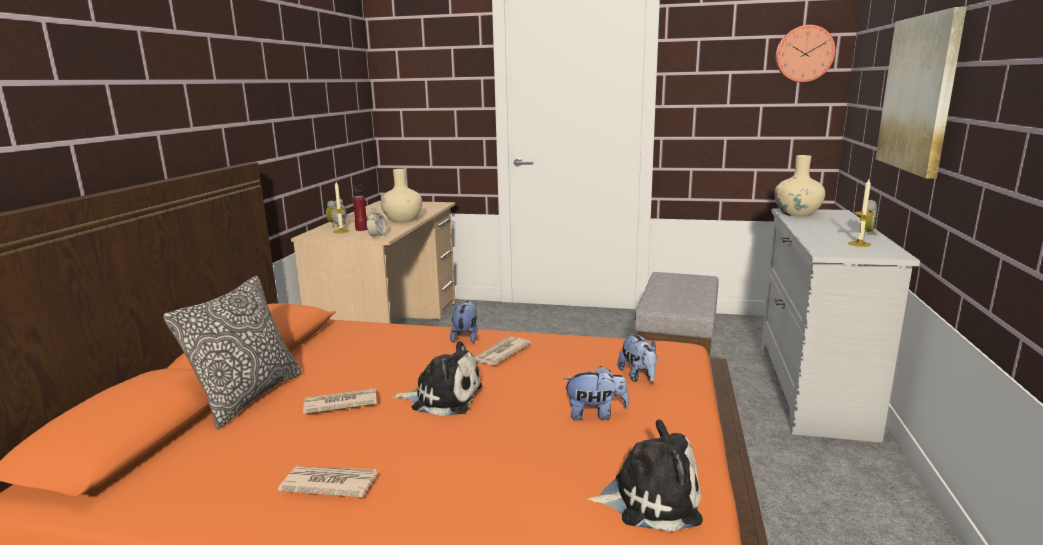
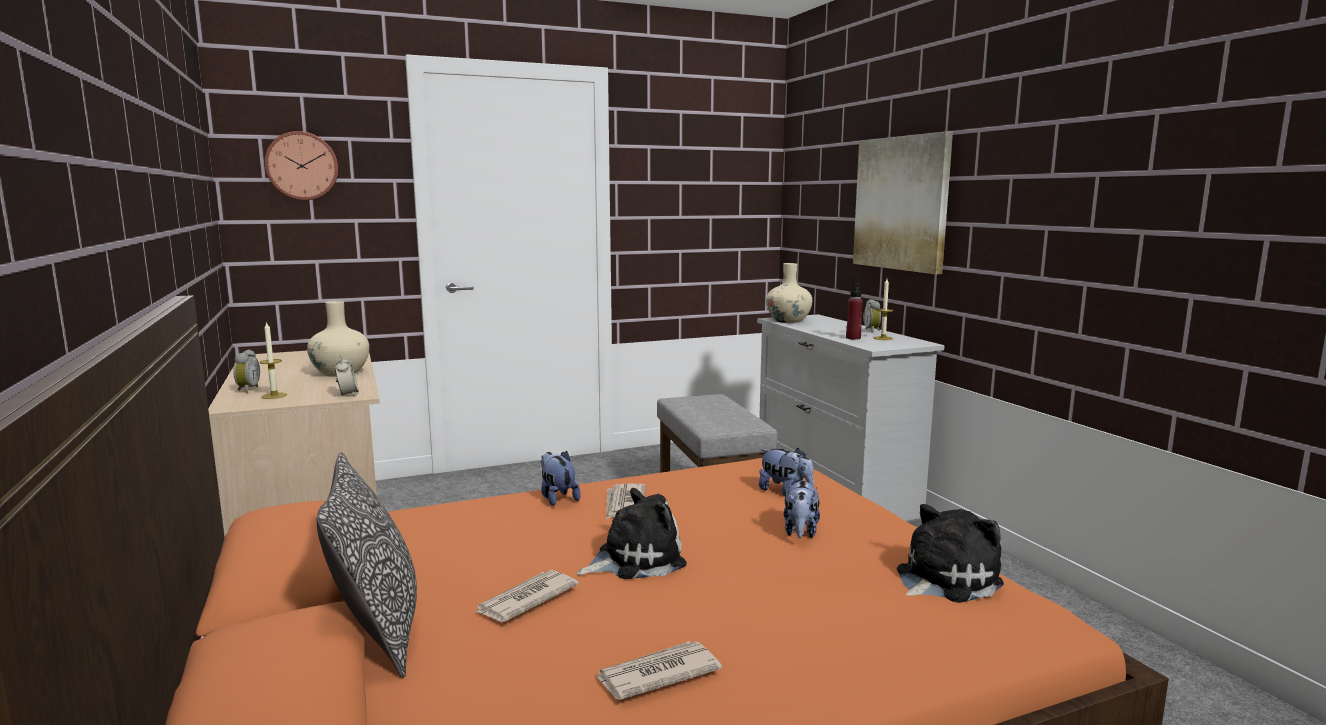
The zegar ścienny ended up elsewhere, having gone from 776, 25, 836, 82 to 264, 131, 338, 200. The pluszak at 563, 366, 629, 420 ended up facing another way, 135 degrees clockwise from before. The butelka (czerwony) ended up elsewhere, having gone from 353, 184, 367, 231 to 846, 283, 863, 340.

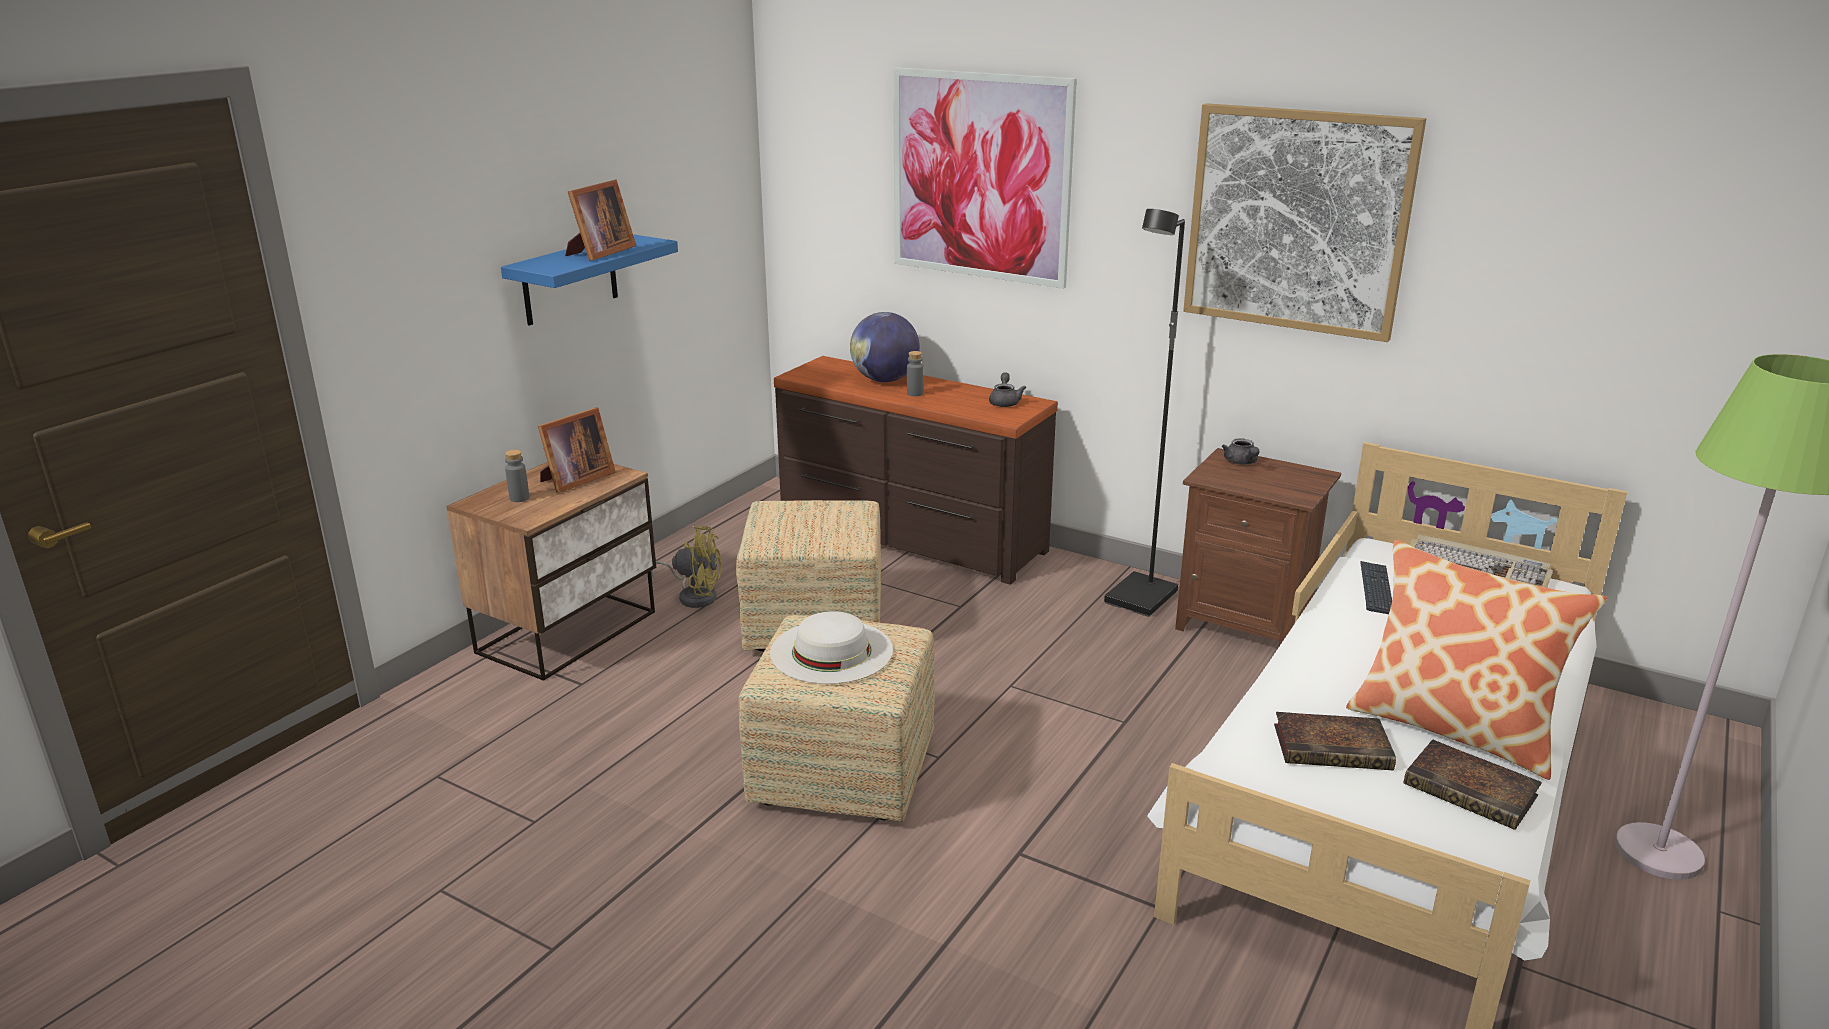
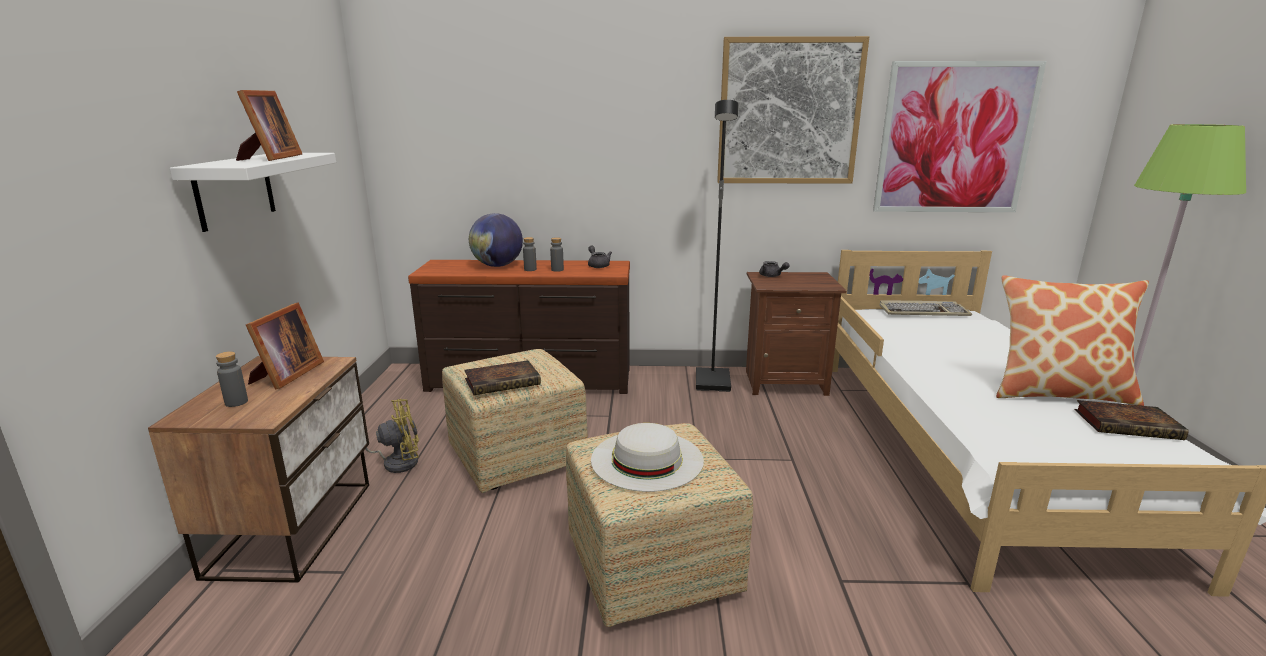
What was the półka (niebieski) at 501, 234, 678, 326 turned into the półka (biały) at 170, 153, 336, 232. The książka ended up elsewhere, having gone from 1274, 712, 1396, 770 to 464, 360, 541, 395. The second view gained the butelka (szary) at 550, 237, 564, 272. The obraz ended up elsewhere, having gone from 893, 68, 1077, 289 to 873, 61, 1046, 212. The second view lost the klawiatura at 1360, 561, 1392, 614.

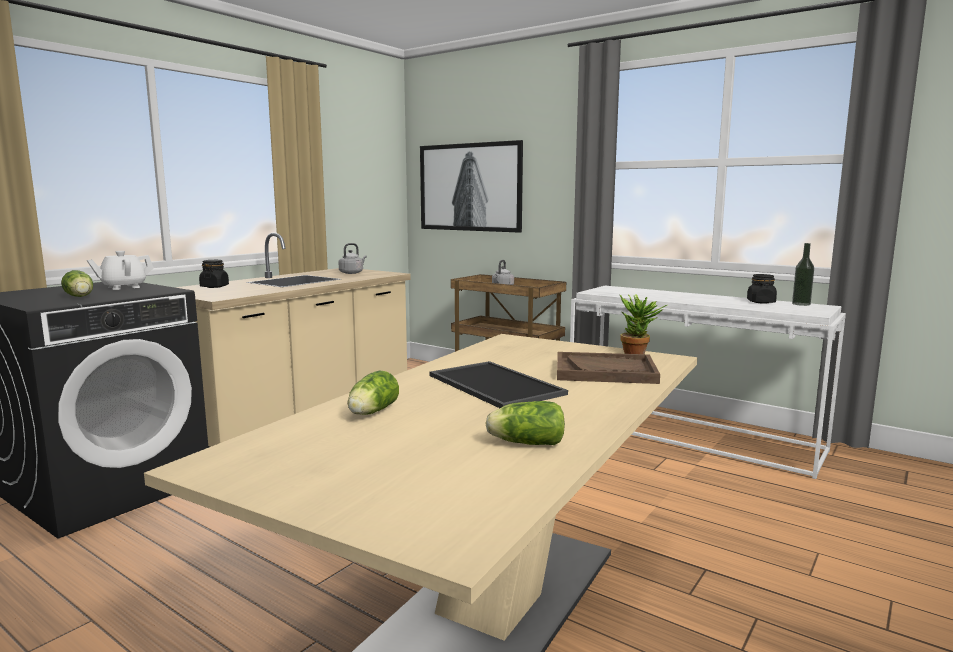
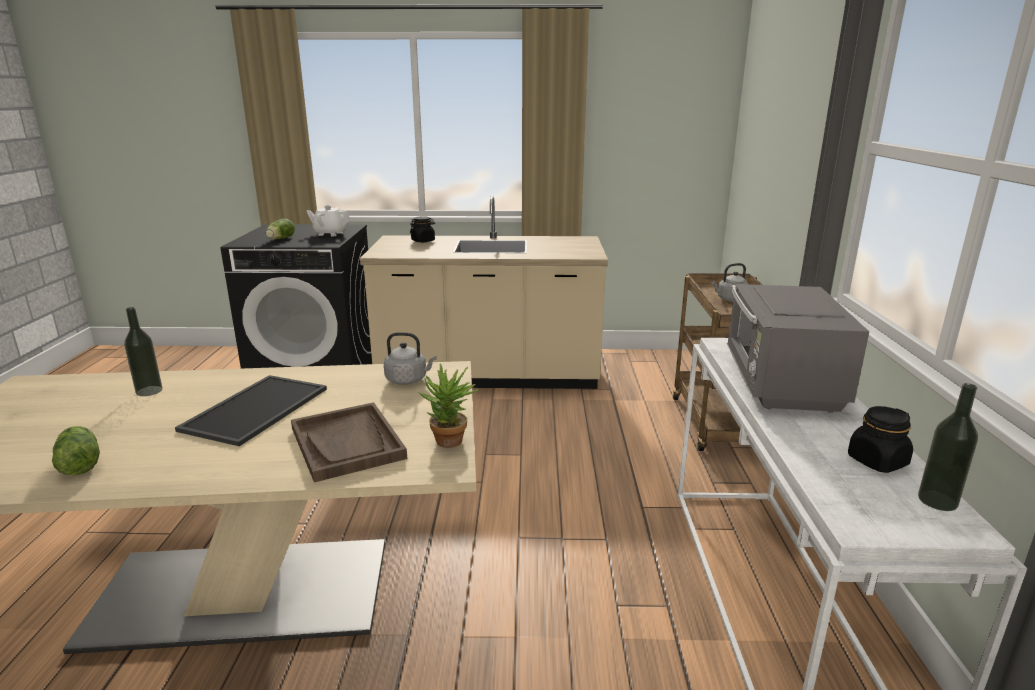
Where the sałata stood at 347, 370, 399, 415, the butelka came to stand at 124, 307, 162, 396. The czajnik (szary) ended up elsewhere, having gone from 338, 243, 367, 274 to 384, 332, 437, 385. The second view gained the mikrofalówka (szary) at 727, 284, 869, 413. The second view lost the obraz at 420, 140, 523, 233.

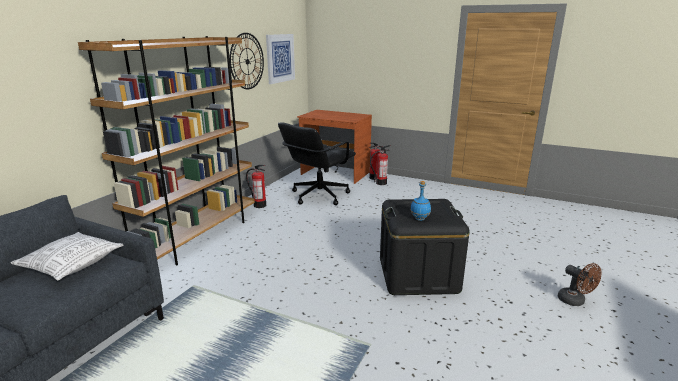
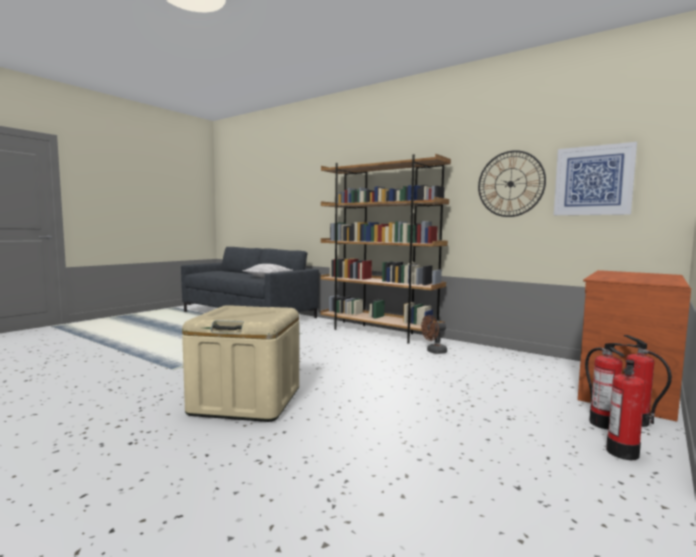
What was the pojemnik do przechowywania (czarny) at 380, 199, 470, 295 turned into the pojemnik do przechowywania (beżowy) at 182, 305, 299, 422. The wentylator (brązowy) ended up elsewhere, having gone from 557, 263, 602, 306 to 421, 315, 447, 354. The gaśnica ended up elsewhere, having gone from 246, 165, 266, 208 to 606, 360, 646, 460. The second view lost the krzesło biurowe (czarny) at 278, 122, 356, 205. The second view lost the butelka (niebieski) at 410, 181, 431, 221.

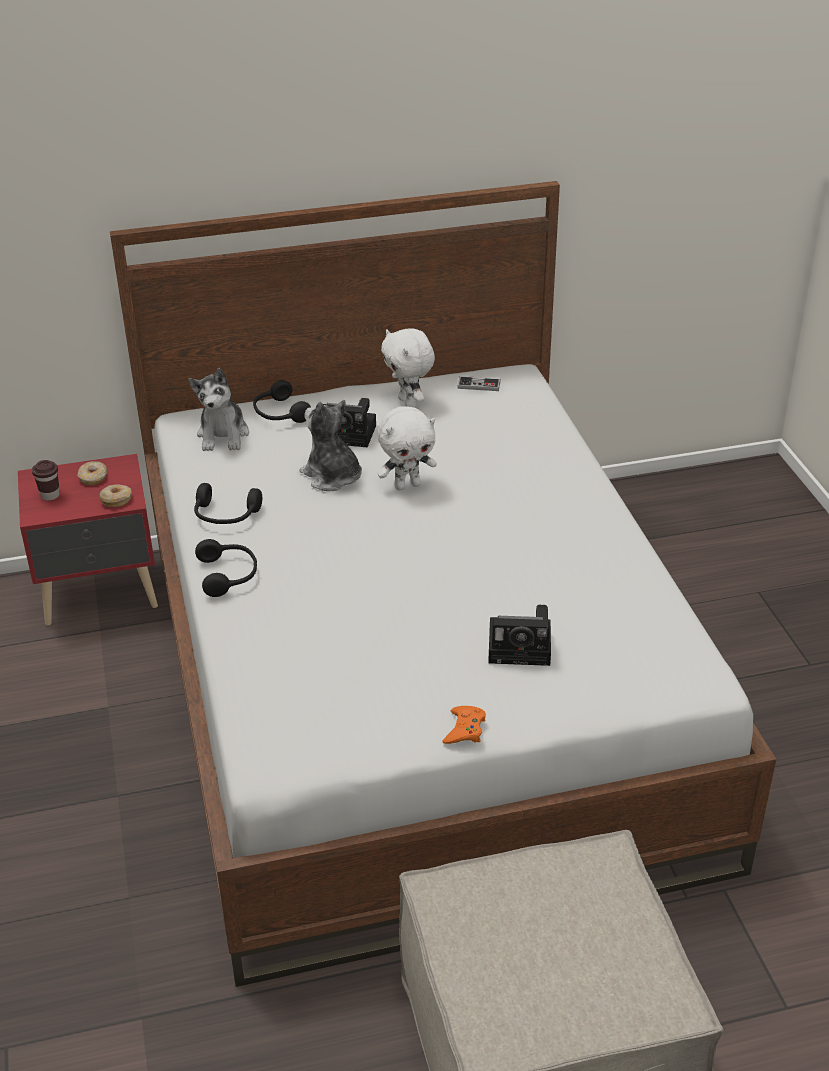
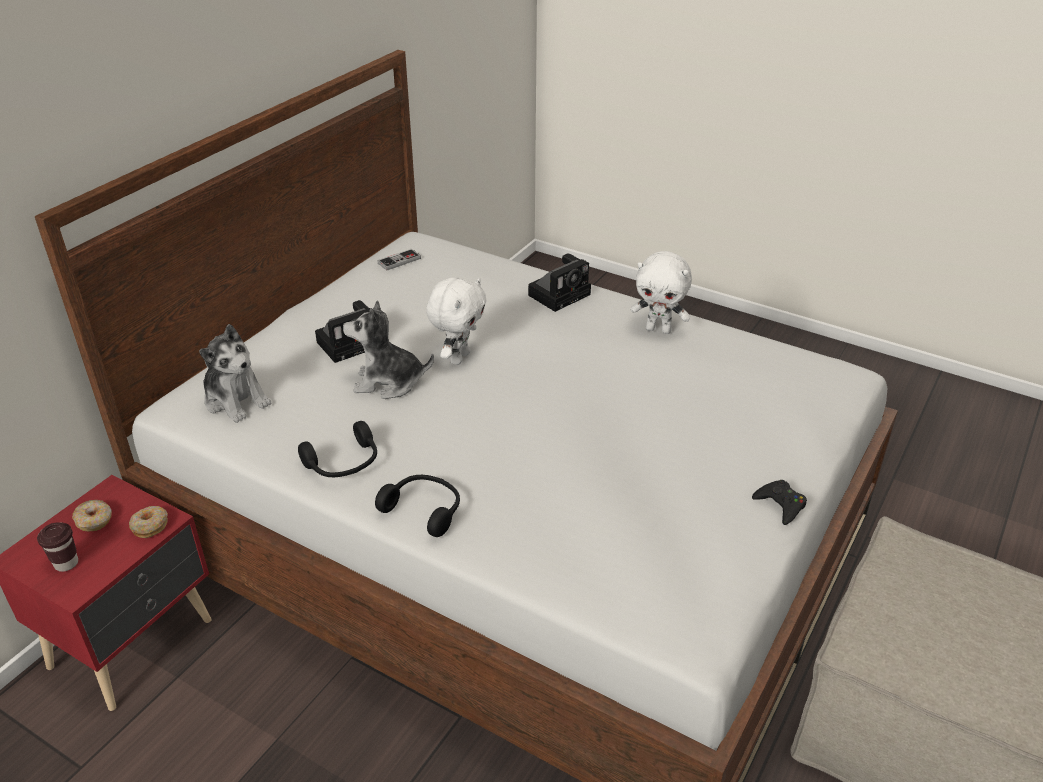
The aparat fotograficzny ended up elsewhere, having gone from 488, 605, 551, 666 to 528, 253, 591, 312. The pluszak (biały) ended up elsewhere, having gone from 381, 328, 435, 408 to 630, 251, 692, 334. What was the pad do gier (pomarańczowy) at 442, 706, 486, 744 turned into the pad do gier (czarny) at 752, 480, 807, 525. The second view lost the słuchawki (czarny) at 253, 380, 311, 423.

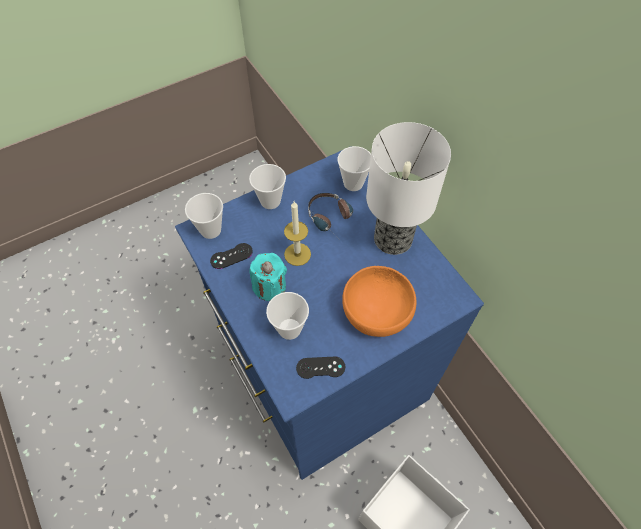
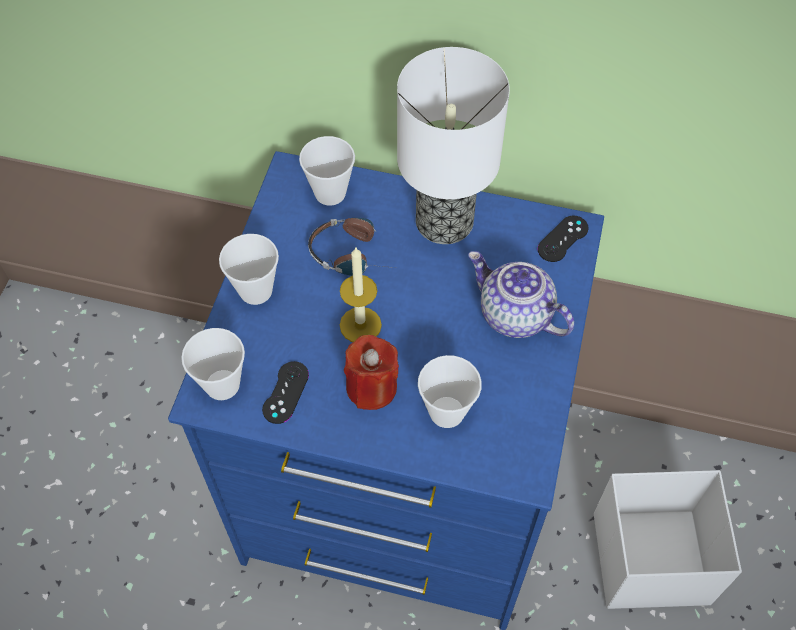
What was the świeca (turkusowy) at 250, 253, 287, 301 turned into the świeca (czerwony) at 344, 335, 399, 410. Where the miska (pomarańczowy) stood at 342, 266, 417, 337, the imbryk came to stand at 468, 251, 574, 338. The pad do gier (czarny) ended up elsewhere, having gone from 296, 357, 345, 379 to 537, 216, 589, 262.

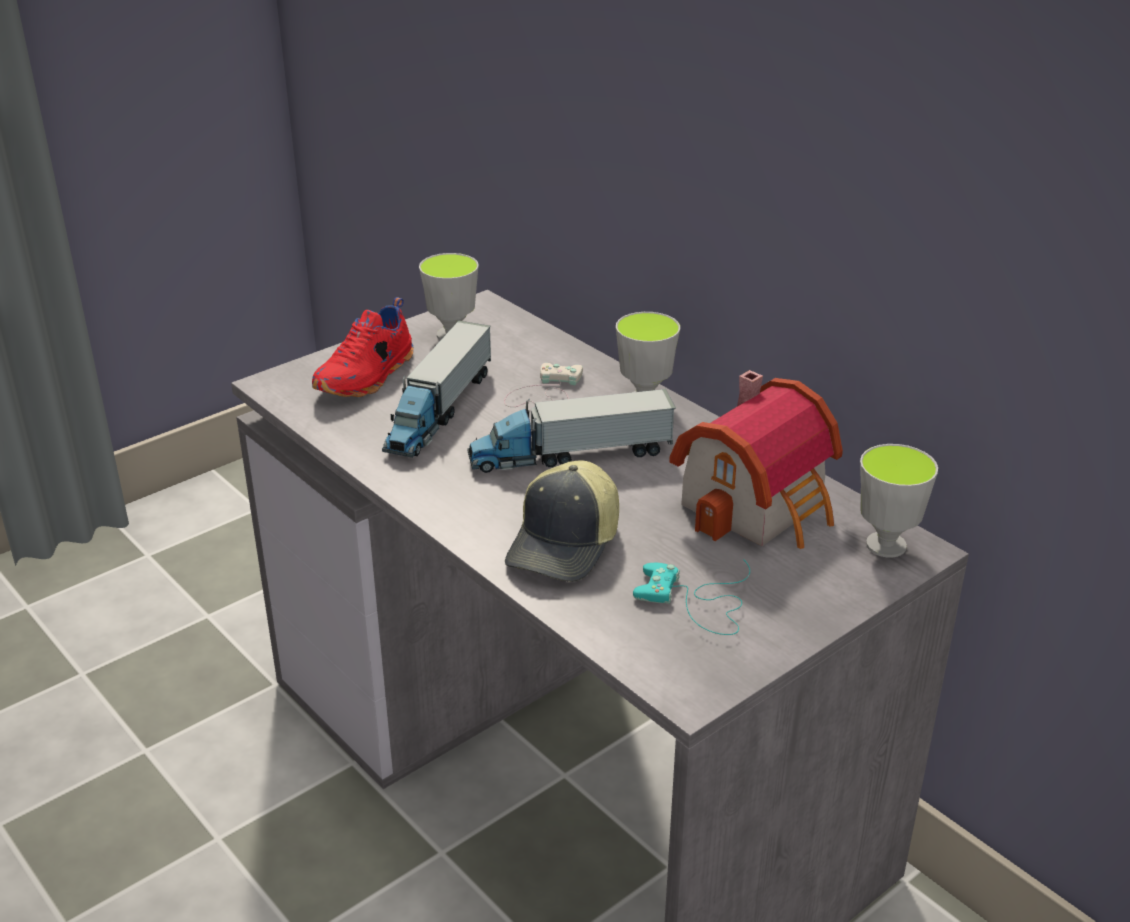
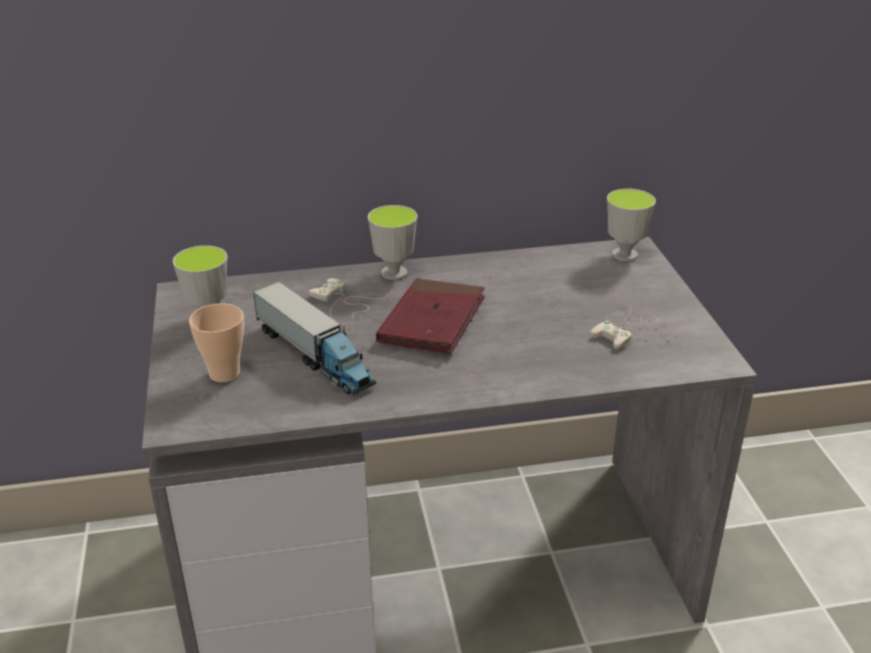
Where the but (czerwony) stood at 312, 297, 414, 397, the filiżanka came to stand at 189, 303, 244, 382. Where the ciężarówka zabawkowa stood at 467, 389, 676, 473, the książka (czerwony) came to stand at 376, 278, 485, 354. What was the pad do gier (turkusowy) at 633, 559, 750, 635 turned into the pad do gier (biały) at 590, 299, 680, 349. The second view lost the czapka z daszkiem at 505, 460, 619, 582. The second view lost the domek at 669, 370, 843, 549.

